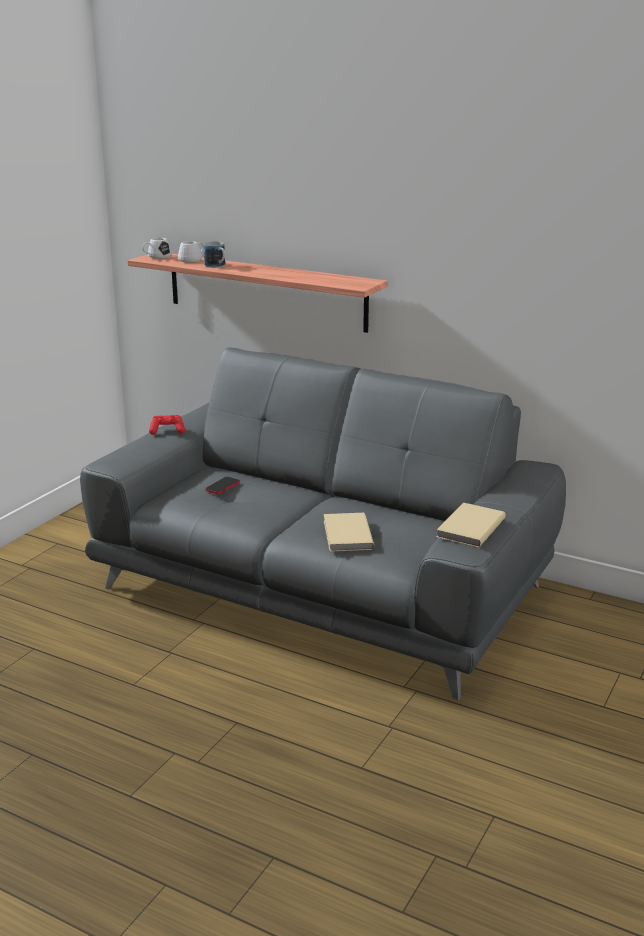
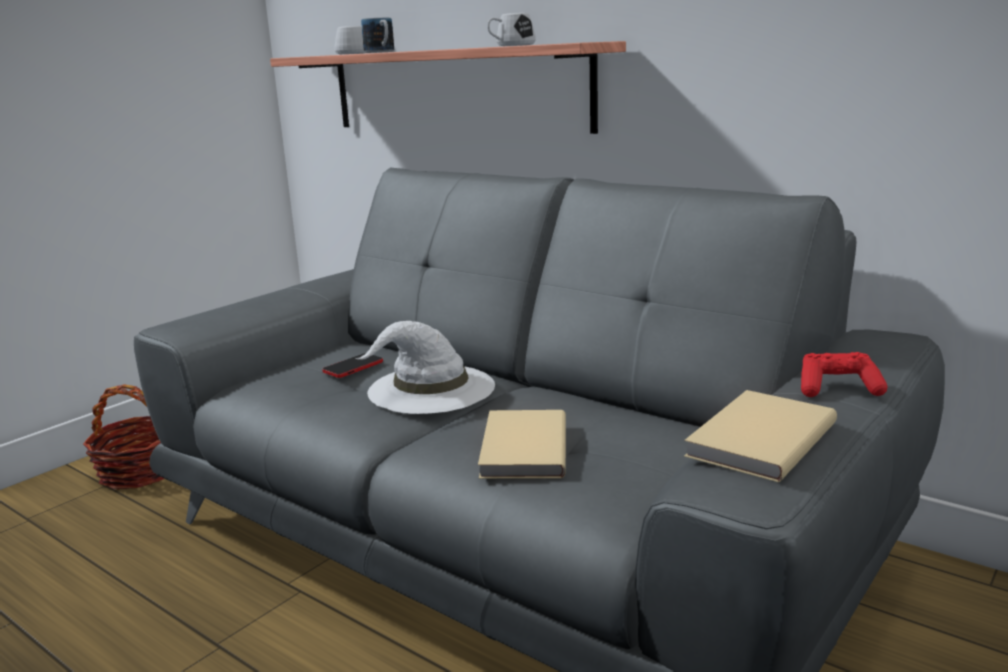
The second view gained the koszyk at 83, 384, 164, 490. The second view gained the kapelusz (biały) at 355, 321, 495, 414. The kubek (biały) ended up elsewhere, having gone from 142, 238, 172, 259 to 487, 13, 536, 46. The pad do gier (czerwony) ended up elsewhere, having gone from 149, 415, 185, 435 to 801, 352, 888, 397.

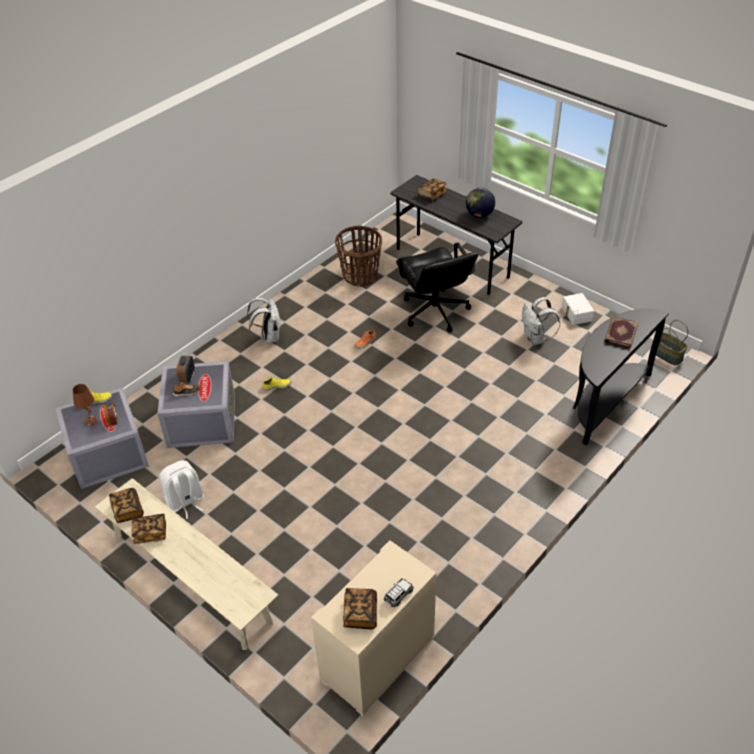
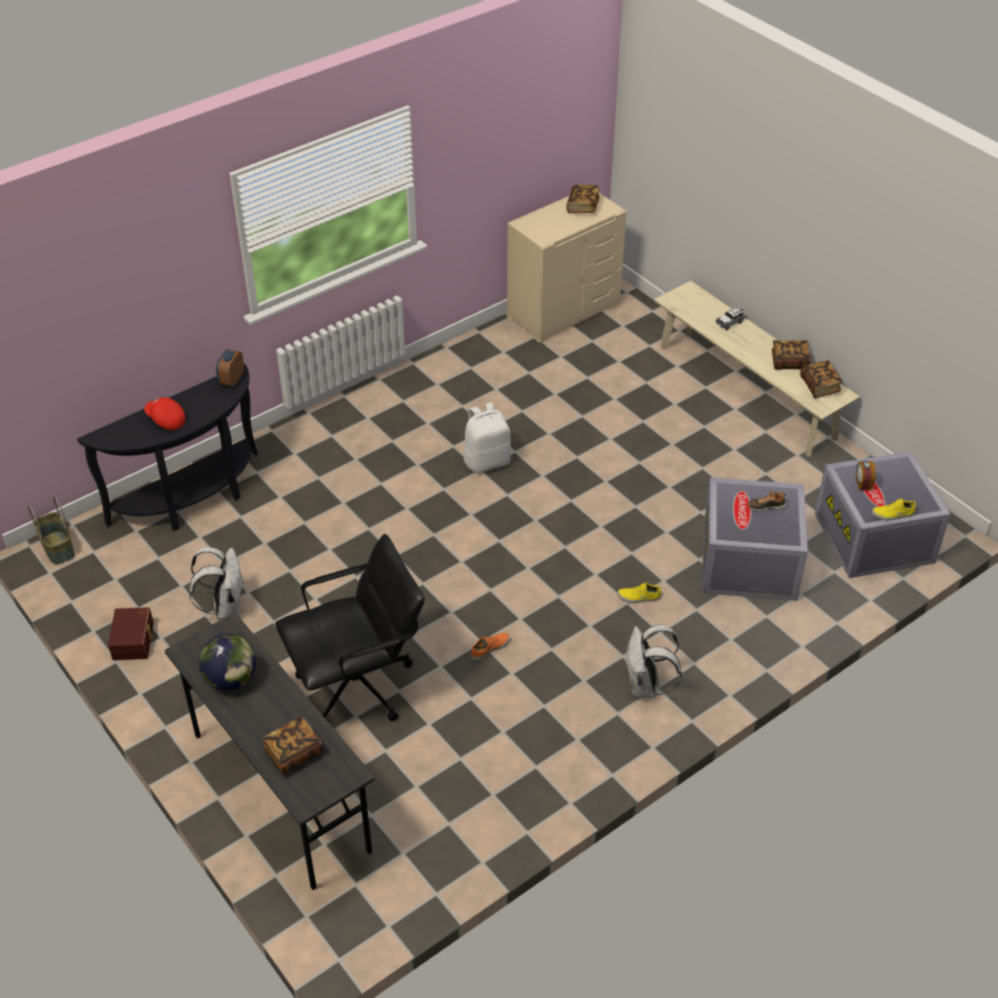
What was the pojemnik do przechowywania (biały) at 562, 293, 594, 325 turned into the pojemnik do przechowywania (brązowy) at 108, 607, 154, 660. Where the książka stood at 605, 317, 638, 348, the czapka z daszkiem (czerwony) came to stand at 144, 397, 186, 430. The budzik ended up elsewhere, having gone from 177, 356, 195, 382 to 216, 349, 244, 387. The krzesło biurowe (czarny) at 396, 243, 478, 332 ended up facing another way, 75 degrees clockwise from before. The plecak (biały) ended up elsewhere, having gone from 160, 460, 204, 519 to 464, 403, 511, 473. The samochodzik ended up elsewhere, having gone from 384, 578, 414, 607 to 716, 307, 745, 330. The second view lost the lampa stołowa (brązowy) at 72, 384, 97, 426. The second view lost the koszyk at 335, 225, 382, 287.

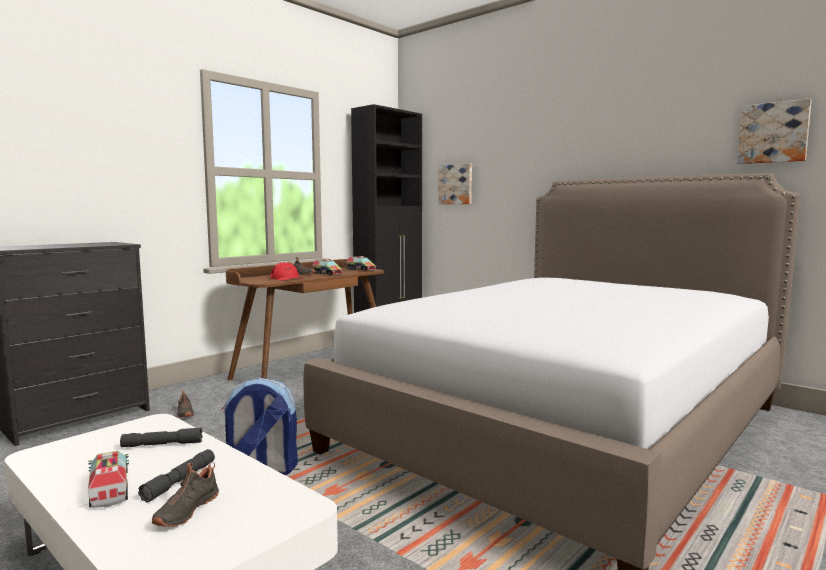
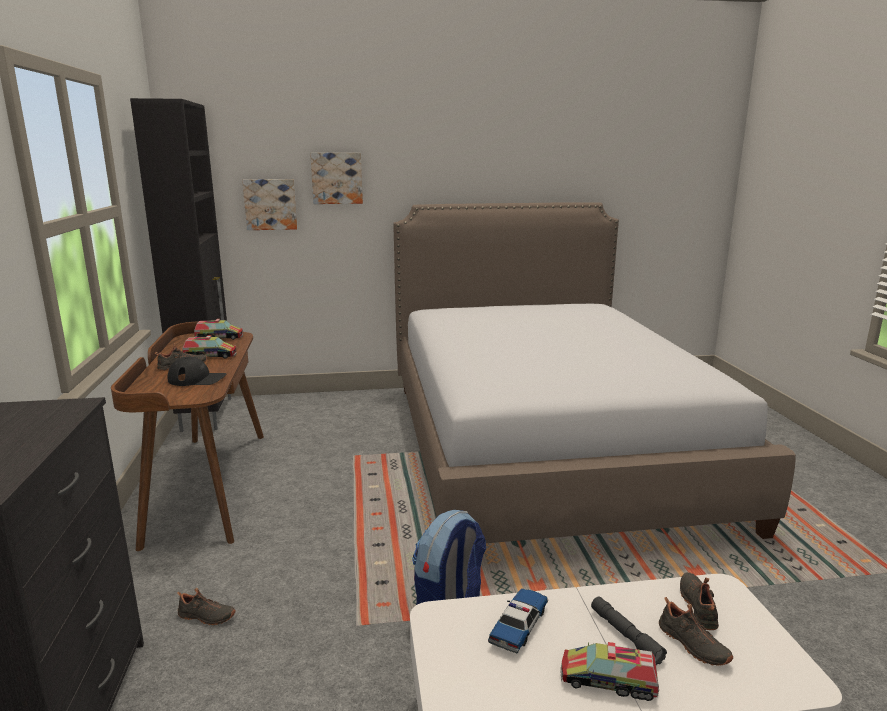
What was the czapka z daszkiem (czerwony) at 270, 262, 304, 281 turned into the czapka z daszkiem (czarny) at 167, 357, 226, 386. The obraz ended up elsewhere, having gone from 737, 99, 811, 164 to 310, 153, 363, 204. Where the latarka (szary) stood at 120, 427, 203, 447, the samochodzik came to stand at 488, 588, 548, 653. The second view gained the but (czarny) at 680, 572, 719, 630.

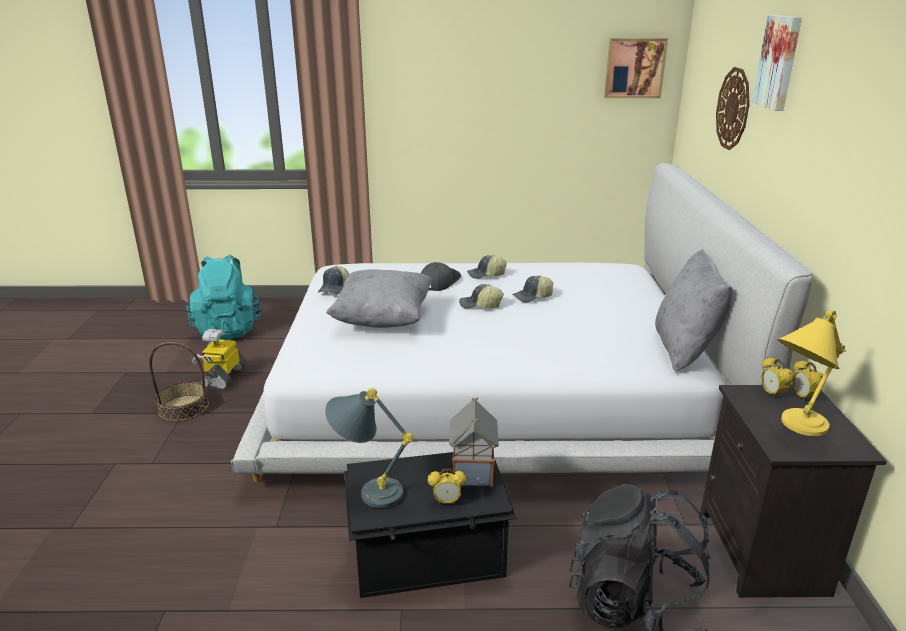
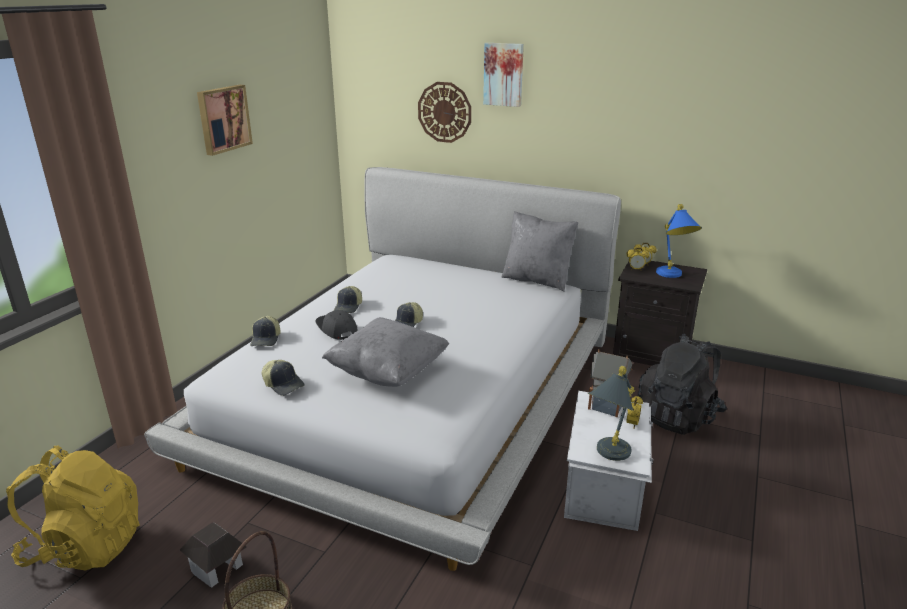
What was the plecak (turkusowy) at 186, 255, 261, 340 turned into the plecak (żółty) at 6, 445, 140, 570. Where the robot zabawkowy stood at 192, 329, 247, 390, the domek came to stand at 180, 522, 247, 588. The obraz ended up elsewhere, having gone from 604, 38, 668, 98 to 197, 85, 253, 156. The czapka z daszkiem ended up elsewhere, having gone from 512, 275, 553, 303 to 250, 316, 280, 346. What was the pojemnik do przechowywania (czarny) at 344, 452, 517, 598 turned into the pojemnik do przechowywania (biały) at 564, 391, 654, 531. What was the lampa stołowa (żółty) at 777, 309, 846, 436 turned into the lampa stołowa (niebieski) at 656, 204, 702, 278.

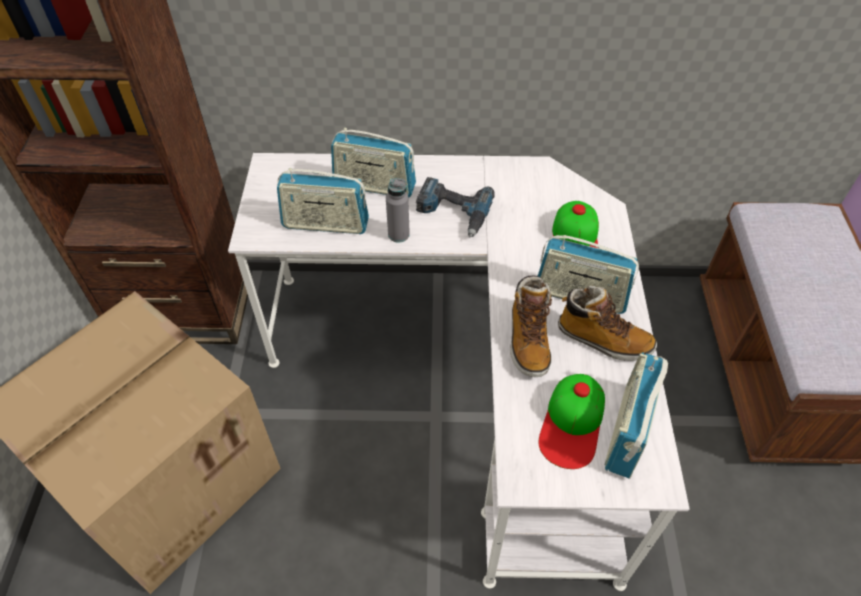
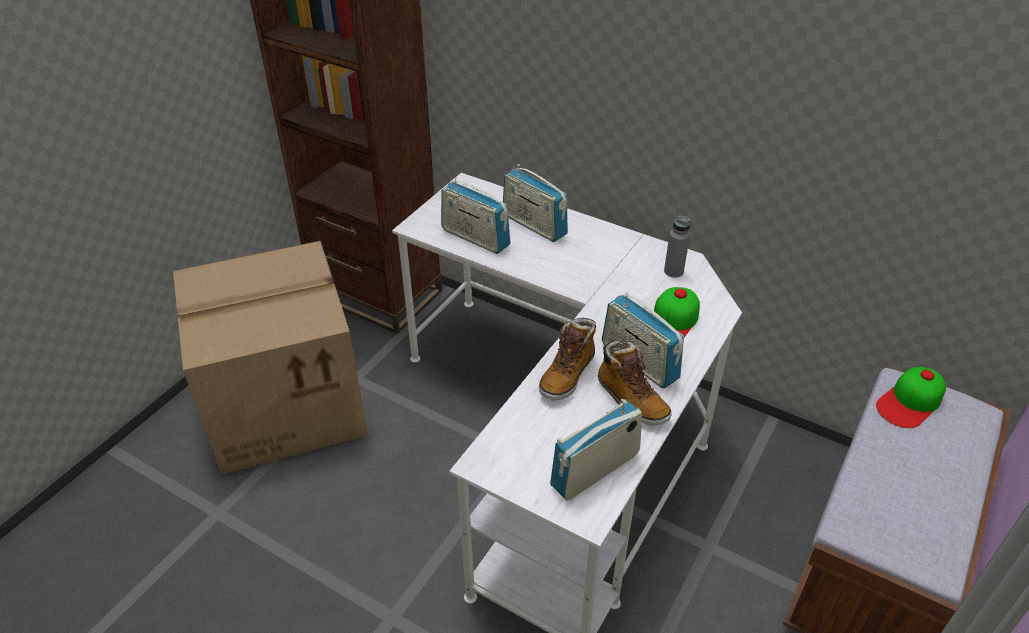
The butelka (szary) ended up elsewhere, having gone from 386, 178, 410, 243 to 664, 215, 690, 278. The czapka z daszkiem ended up elsewhere, having gone from 539, 374, 605, 469 to 876, 367, 946, 428. The second view lost the wiertarka at 416, 177, 495, 237.

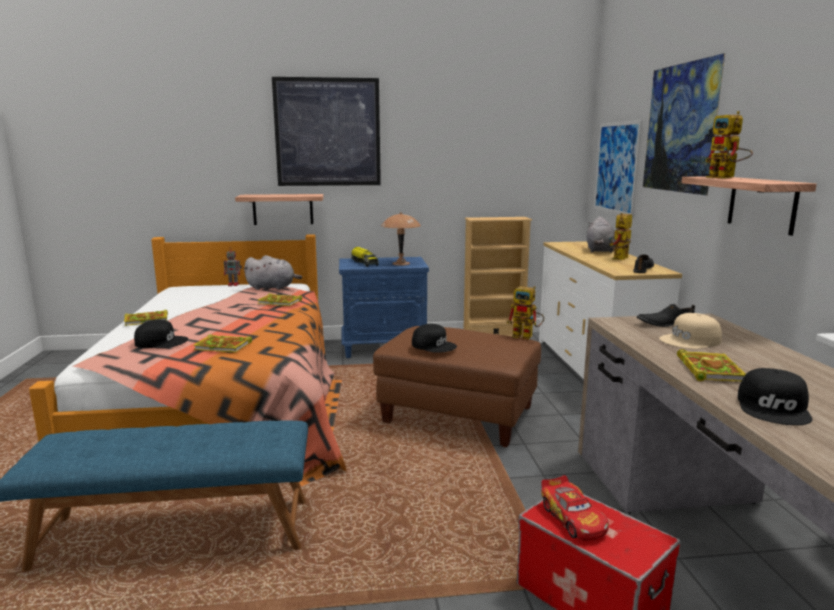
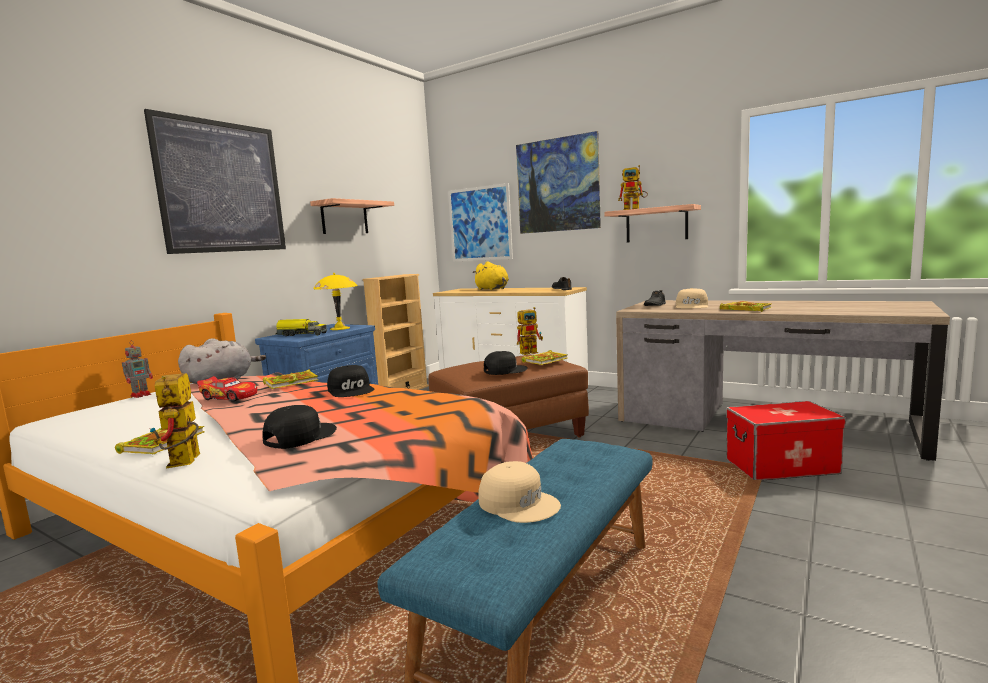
The robot zabawkowy ended up elsewhere, having gone from 609, 213, 632, 260 to 149, 373, 200, 468. The samochodzik ended up elsewhere, having gone from 541, 475, 609, 541 to 197, 376, 257, 402. The półka ended up elsewhere, having gone from 235, 194, 324, 225 to 310, 198, 394, 234. What was the lampa stołowa (brązowy) at 381, 212, 421, 266 turned into the lampa stołowa (żółty) at 313, 273, 358, 330. The czapka z daszkiem (czarny) ended up elsewhere, having gone from 738, 368, 813, 425 to 327, 365, 374, 397. What was the pluszak (szary) at 586, 216, 616, 253 turned into the pluszak (żółty) at 472, 261, 509, 290. The second view gained the czapka z daszkiem (beżowy) at 478, 461, 561, 523. The książka ended up elsewhere, having gone from 194, 334, 252, 352 to 521, 350, 568, 365.

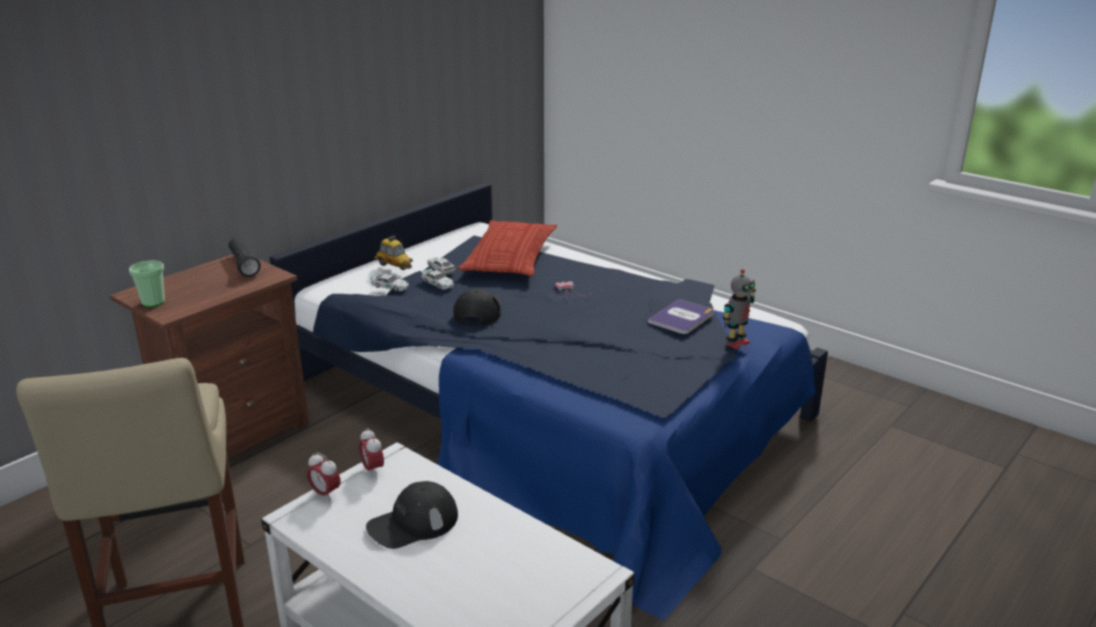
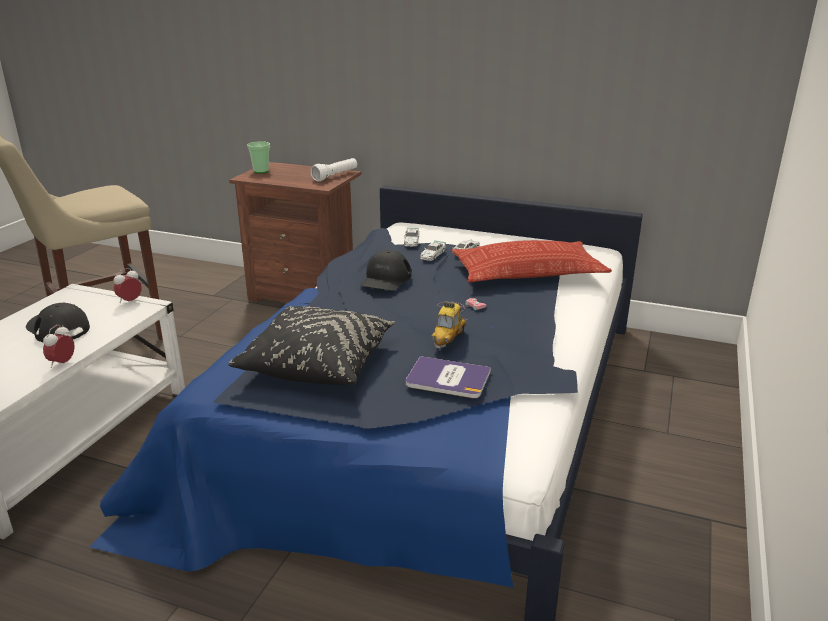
The budzik ended up elsewhere, having gone from 307, 452, 341, 501 to 43, 324, 75, 368. The second view gained the poduszka (czarny) at 228, 306, 395, 385. What was the latarka (czarny) at 229, 239, 260, 277 turned into the latarka (biały) at 310, 158, 357, 181. The czapka z daszkiem (czarny) at 453, 289, 502, 326 ended up facing another way, 120 degrees clockwise from before. The samochodzik ended up elsewhere, having gone from 374, 236, 413, 270 to 431, 301, 467, 349. The second view lost the robot zabawkowy at 723, 269, 756, 349.

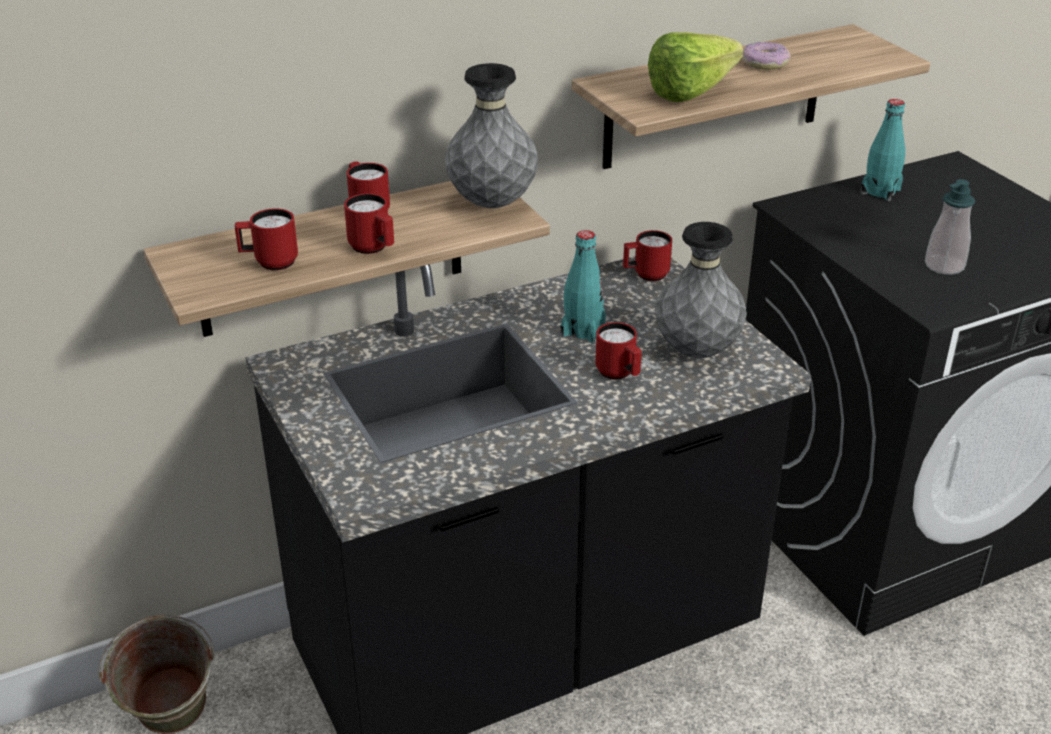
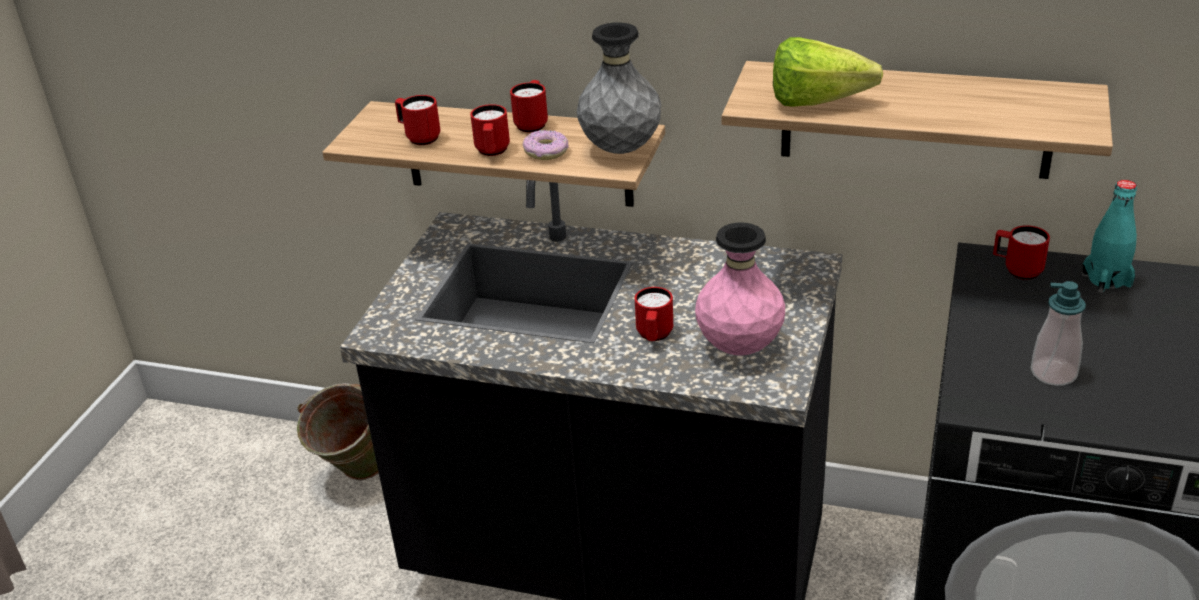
The donut ended up elsewhere, having gone from 742, 42, 791, 70 to 522, 130, 569, 160. What was the wazon (szary) at 655, 222, 747, 358 turned into the wazon (różowy) at 695, 223, 785, 356. The kubek (czerwony) ended up elsewhere, having gone from 623, 230, 672, 281 to 993, 225, 1050, 280. The second view lost the butelka (turkusowy) at 561, 230, 606, 343.

